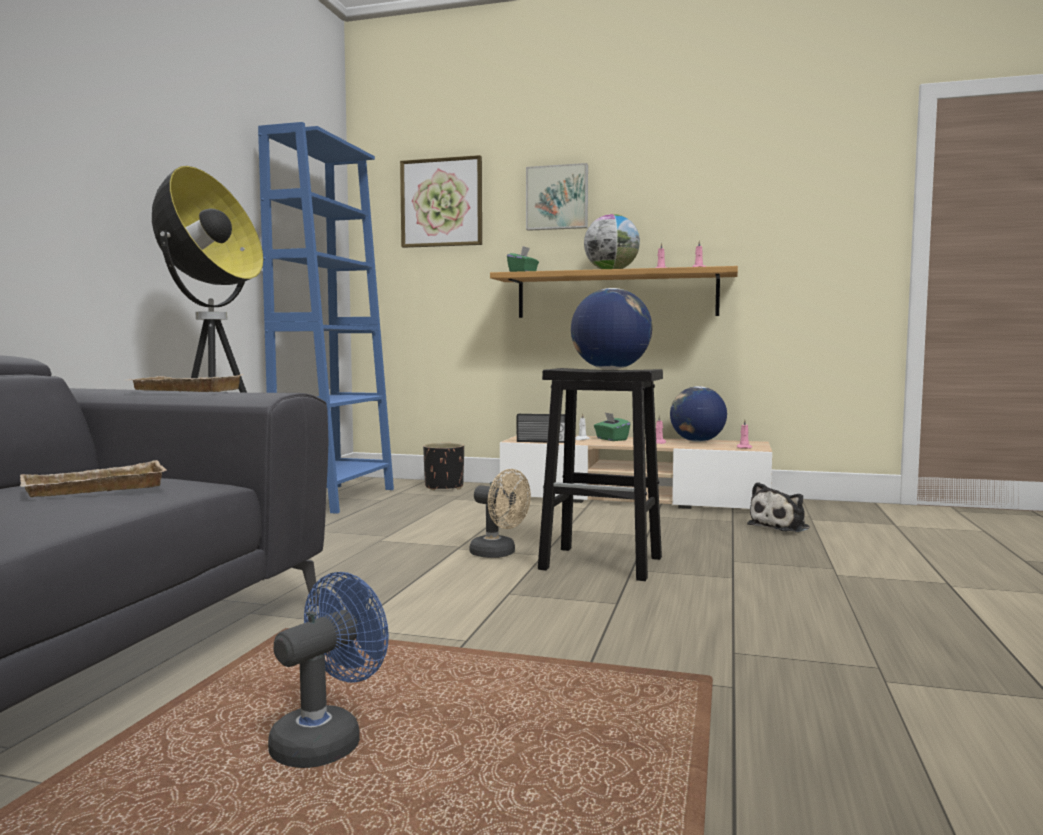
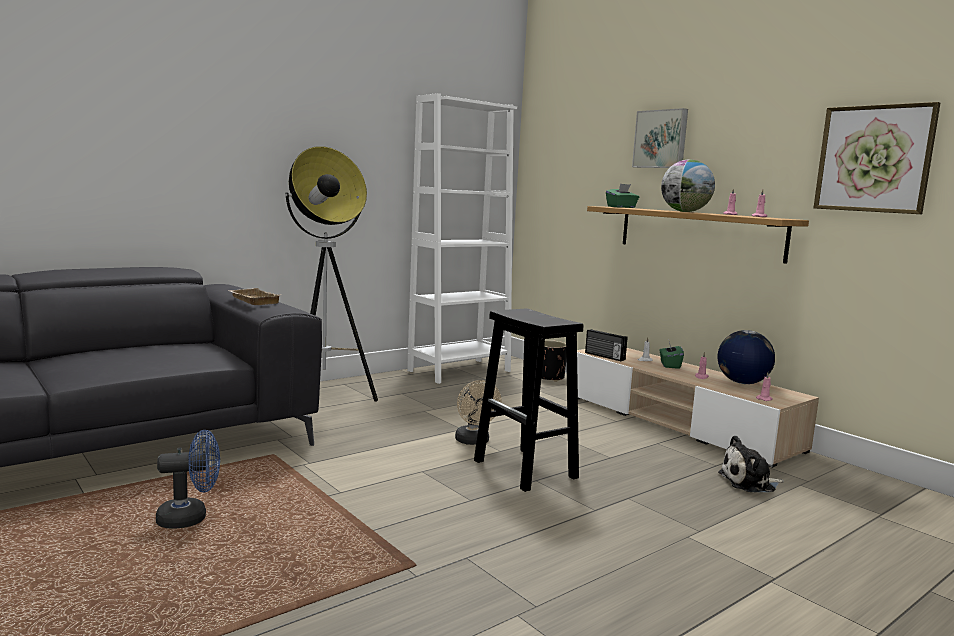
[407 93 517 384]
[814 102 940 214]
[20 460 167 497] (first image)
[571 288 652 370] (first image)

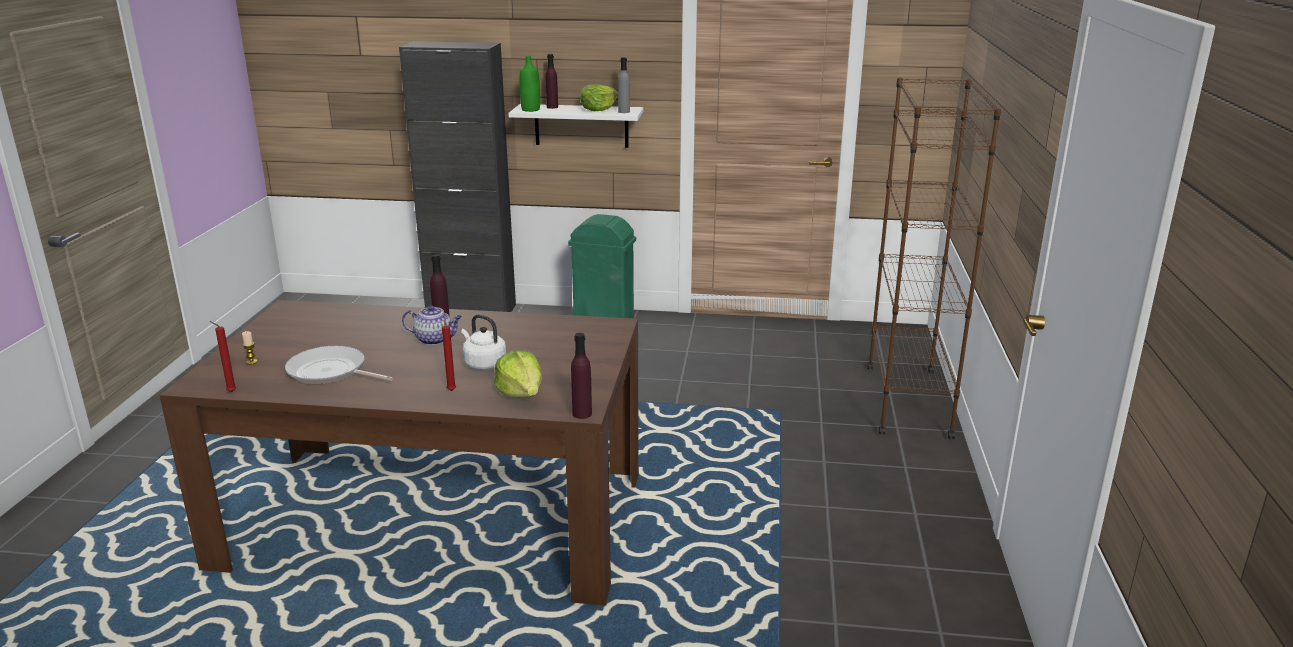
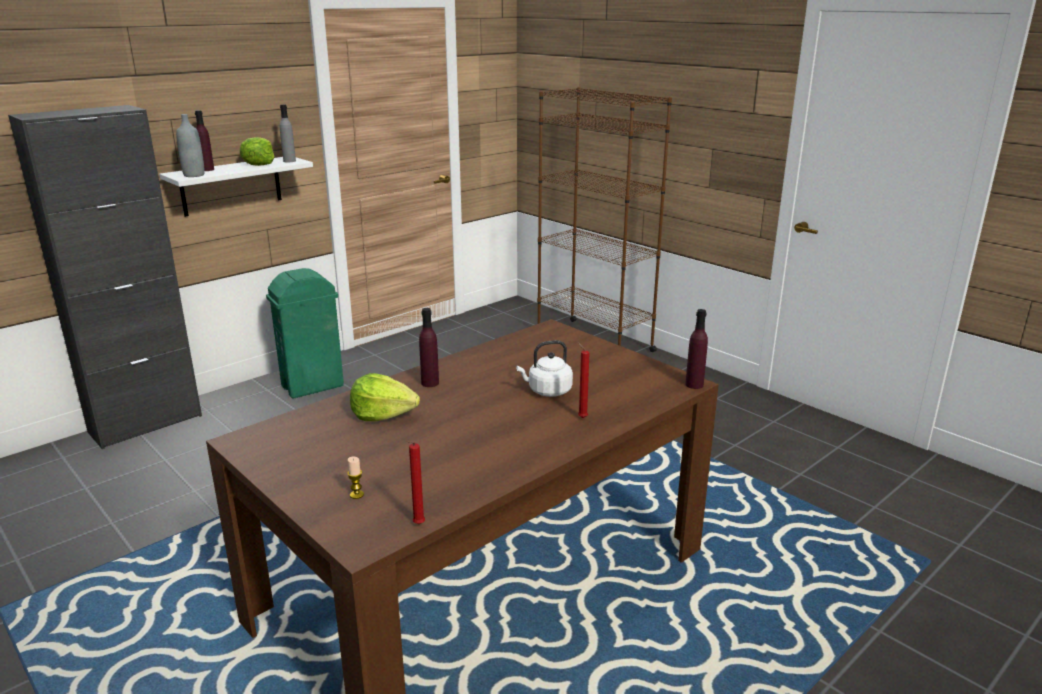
[176 114 205 177]
[350 373 420 421]
[285 346 393 384] (first image)
[402 305 462 345] (first image)

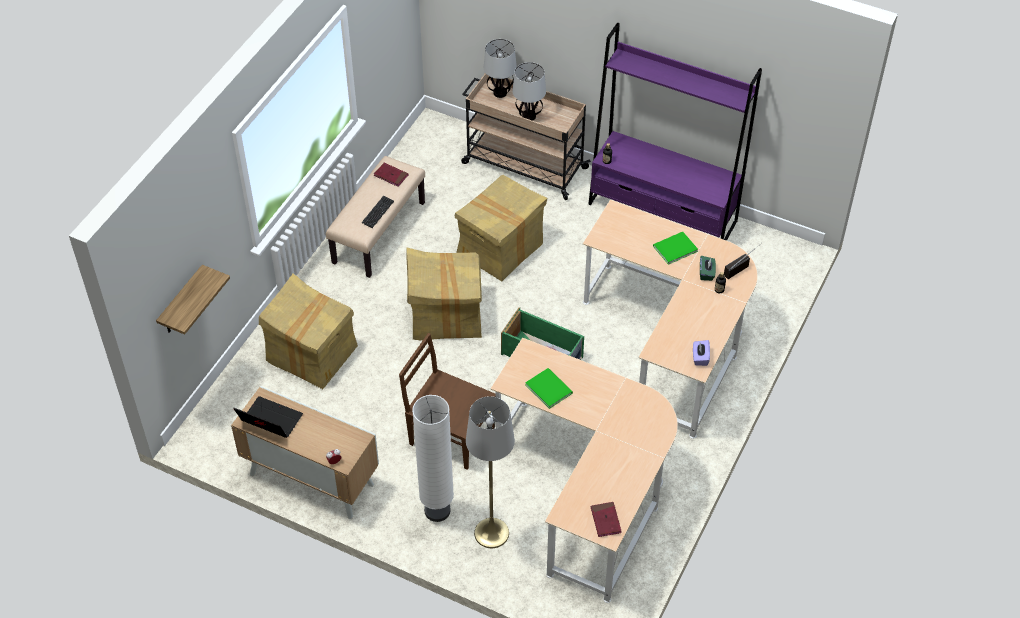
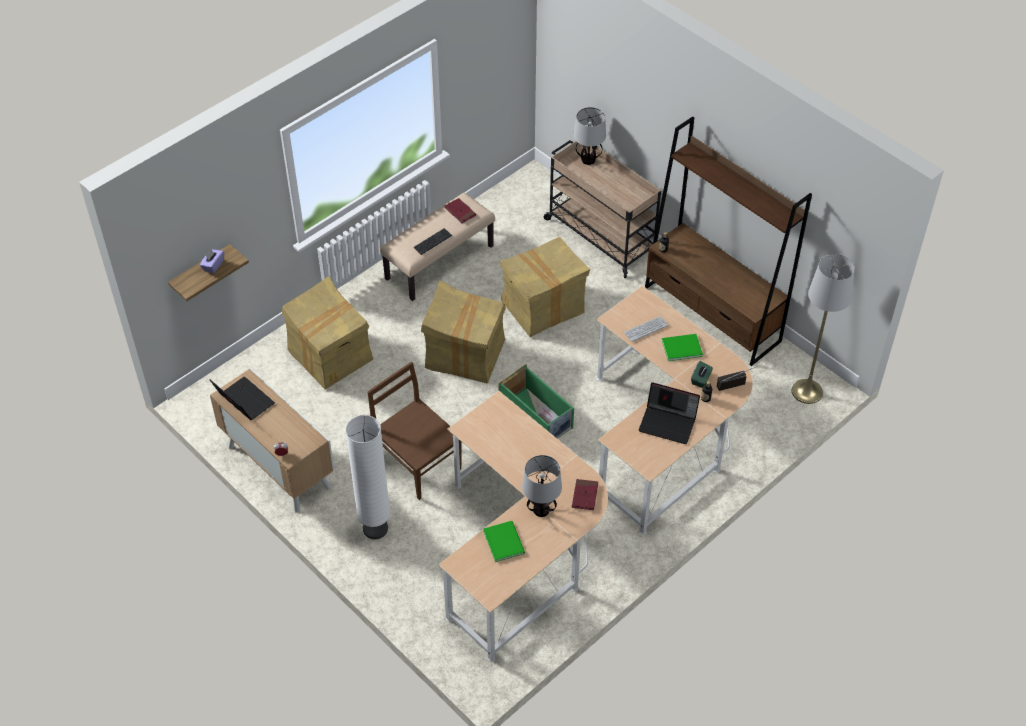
[200 249 224 274]
[483 521 525 562]
[522 455 562 517]
[572 479 598 510]
[624 316 668 342]
[639 382 700 444]
[645 117 812 366]
[792 254 855 404]

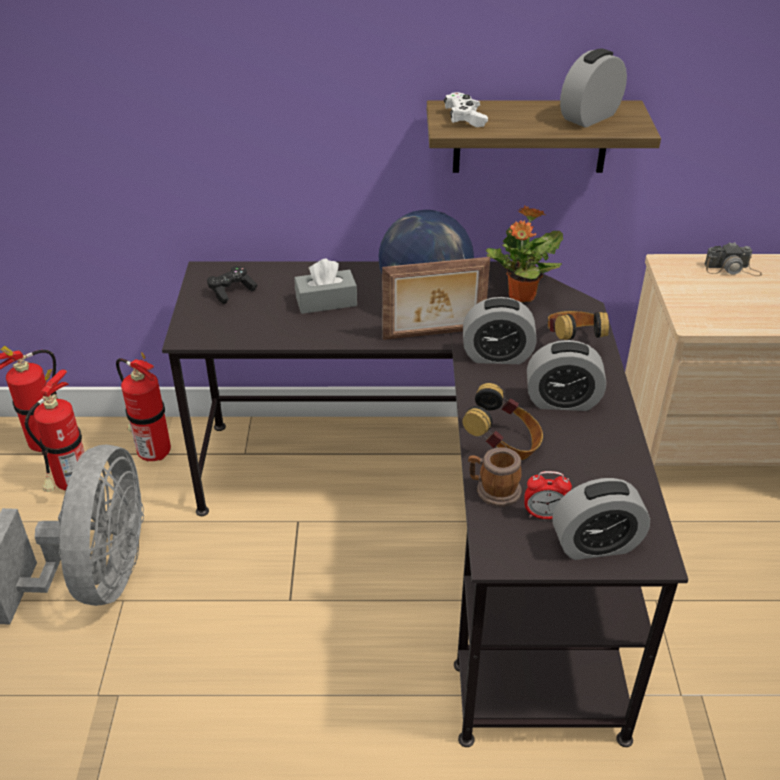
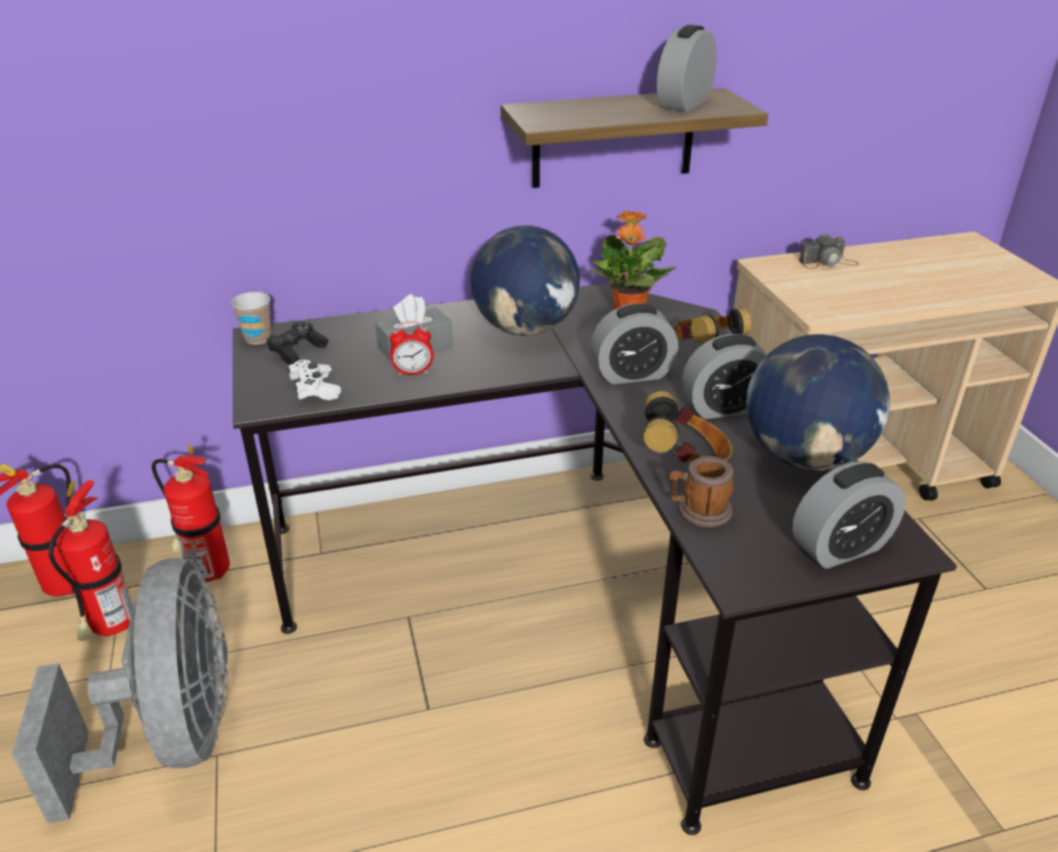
[231 292 271 345]
[287 360 341 400]
[389 322 433 376]
[746 334 890 471]
[382 257 490 340] (first image)

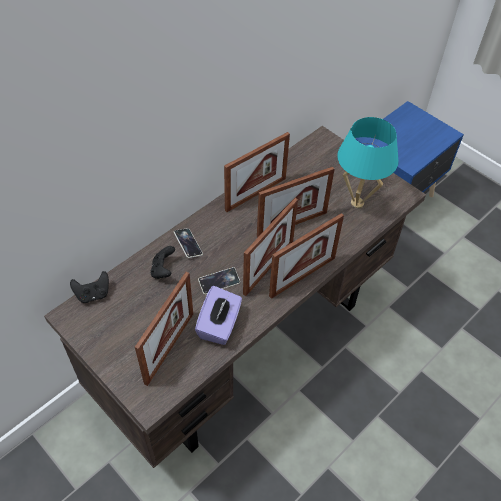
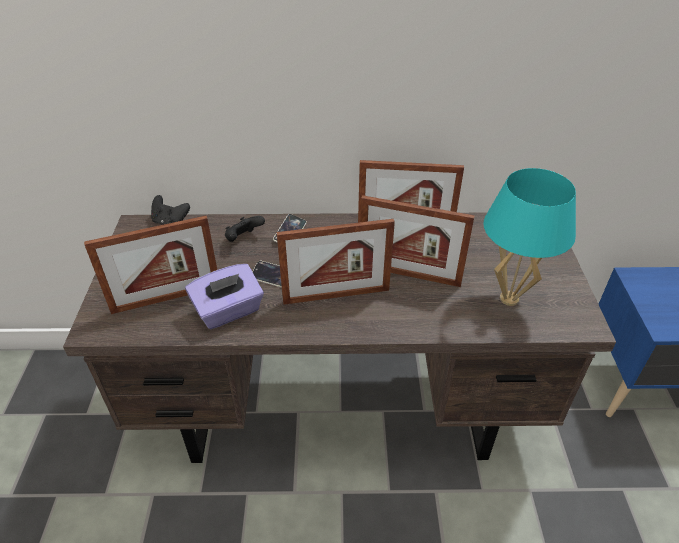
[269 213 344 299] (first image)

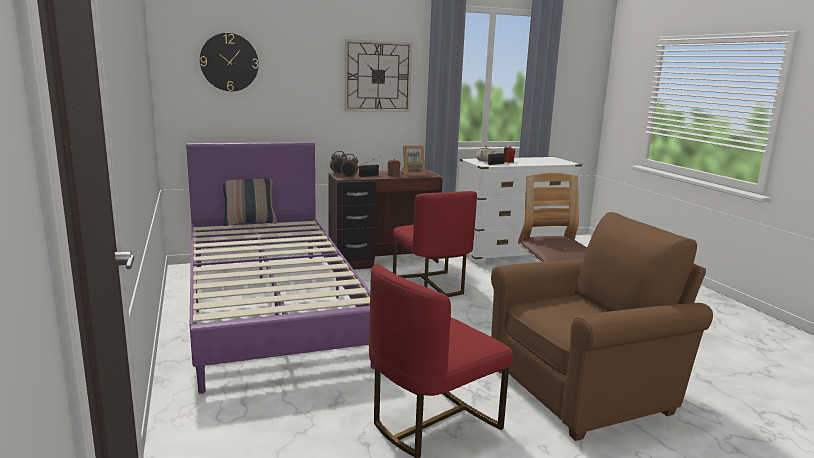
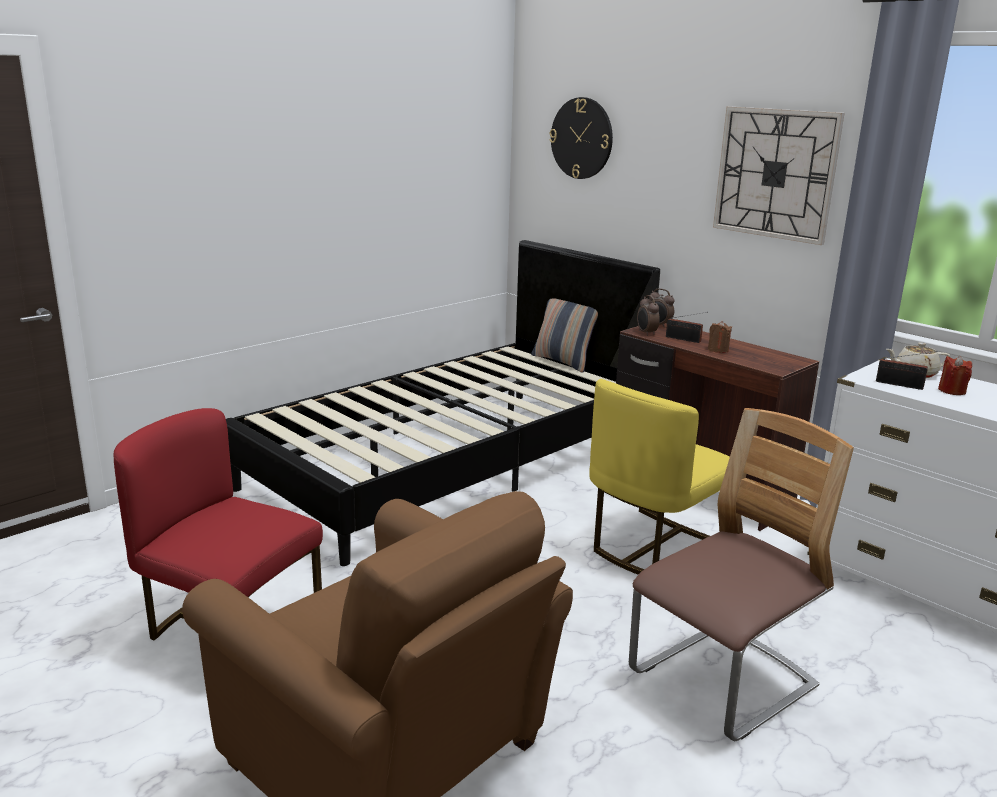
[226 240 660 566]
[589 379 730 575]
[401 146 426 176] (first image)

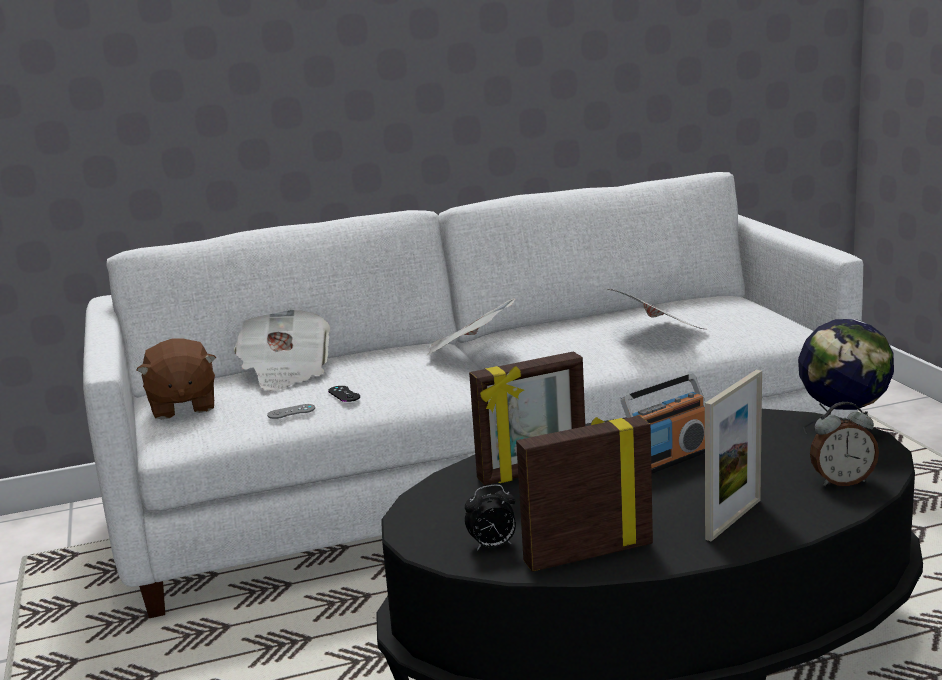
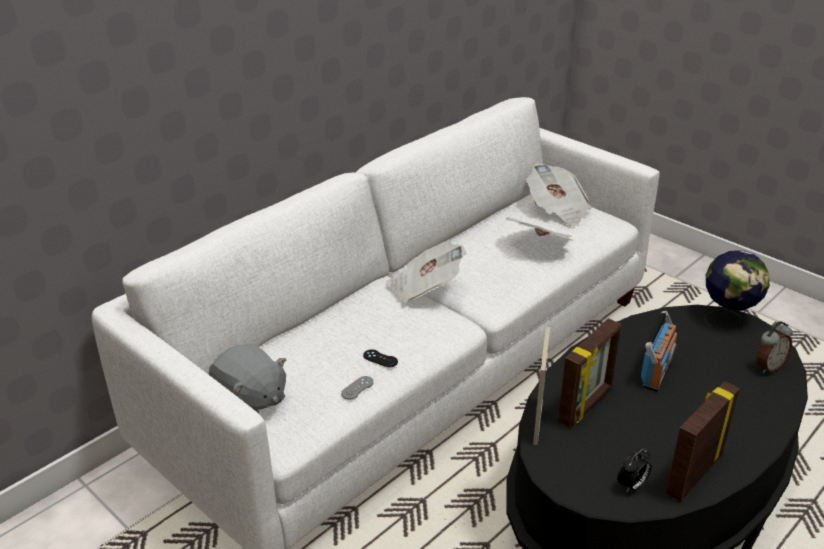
[209 343 287 413]
[526 163 592 226]
[533 327 550 445]

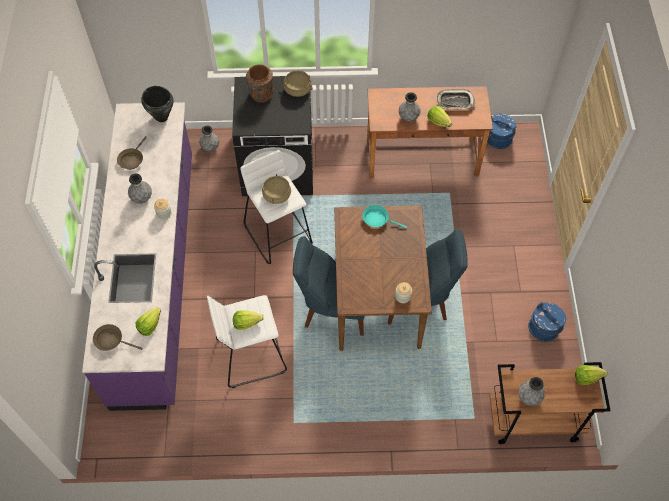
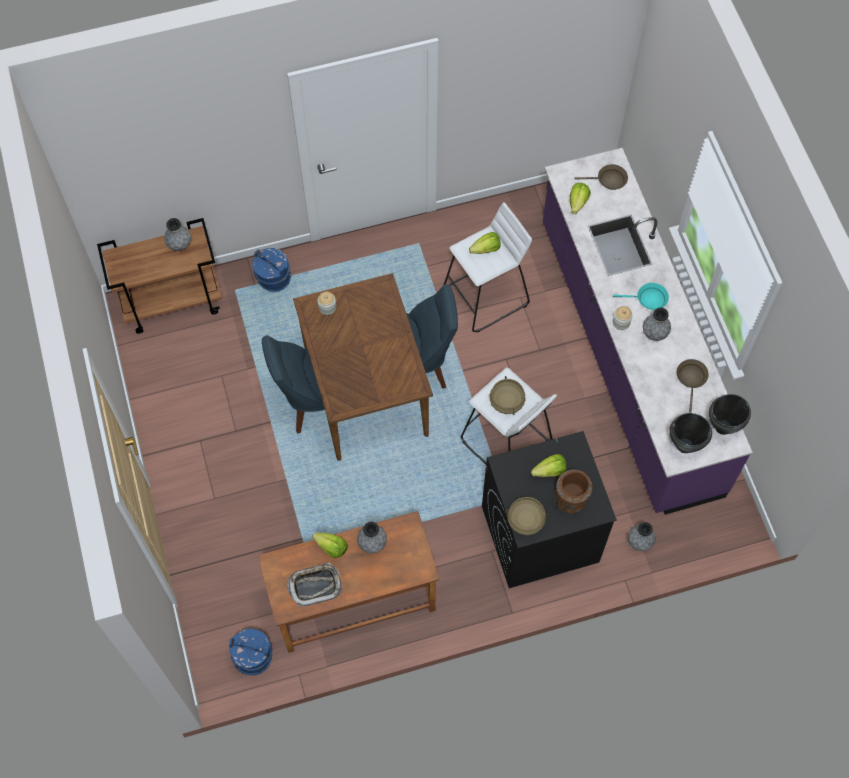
[252 248 291 292]
[531 454 566 477]
[613 283 669 310]
[709 394 751 435]

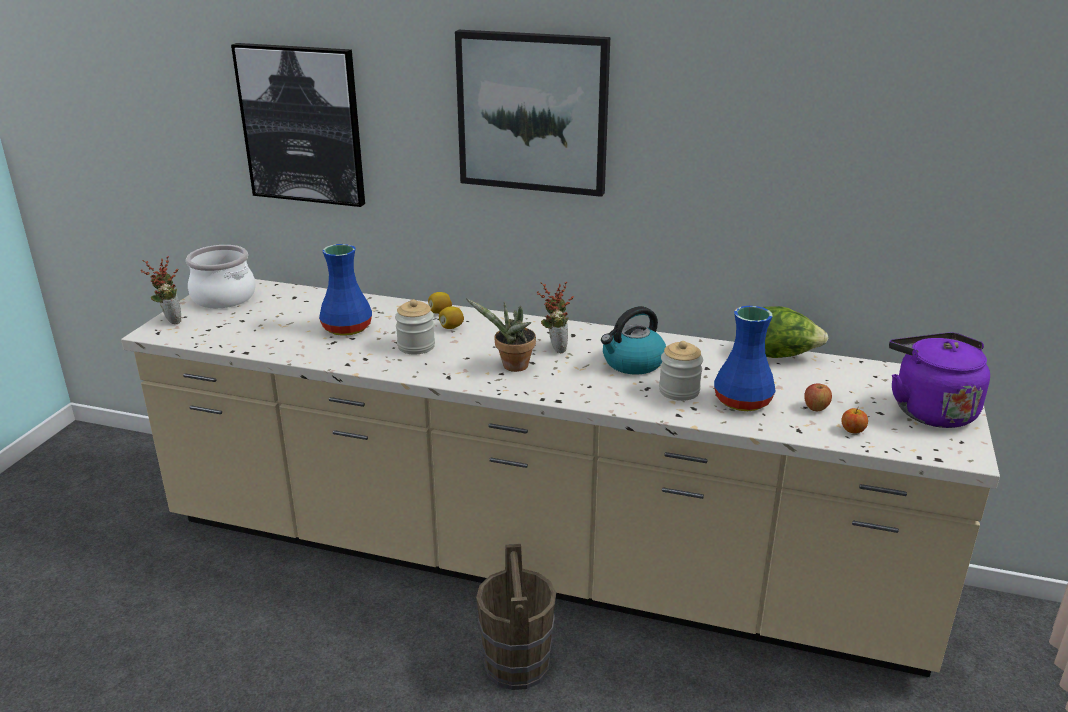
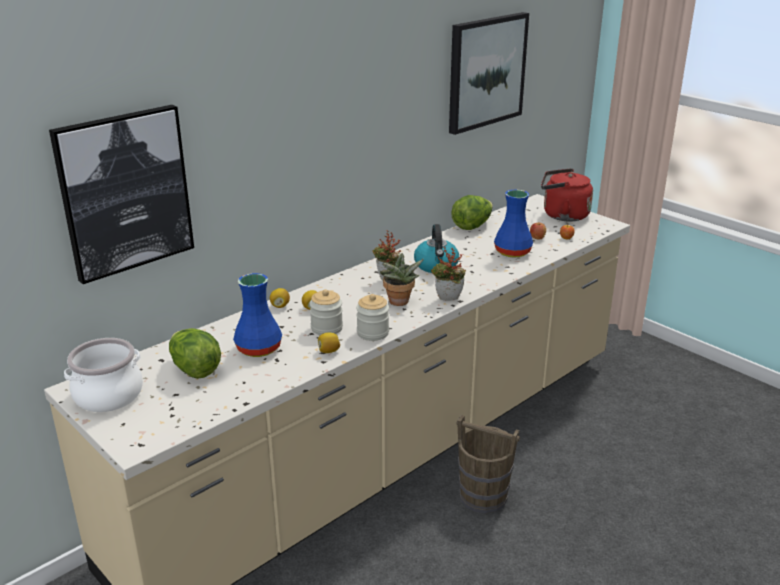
[169 328 221 379]
[318 332 340 353]
[356 294 389 341]
[431 247 466 301]
[449 12 529 135]
[541 168 593 222]

